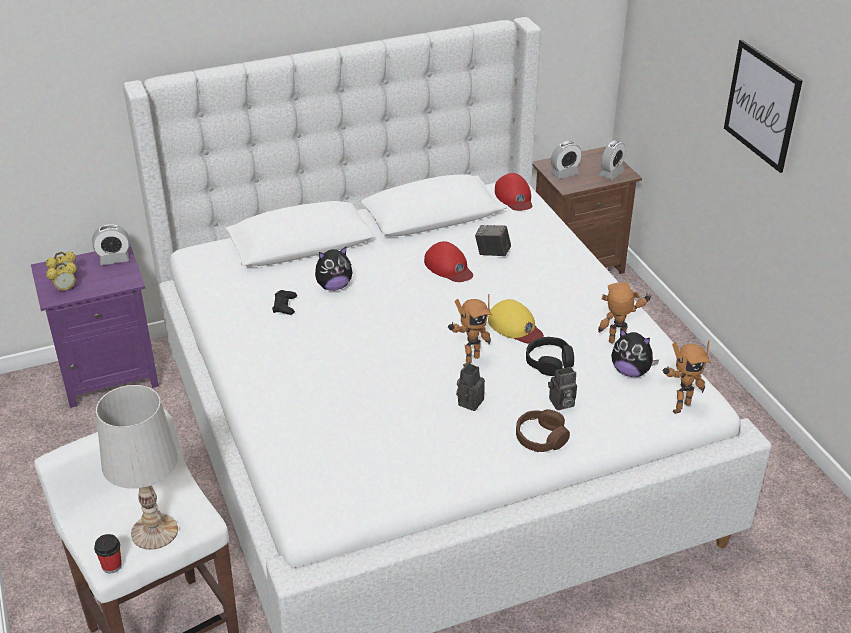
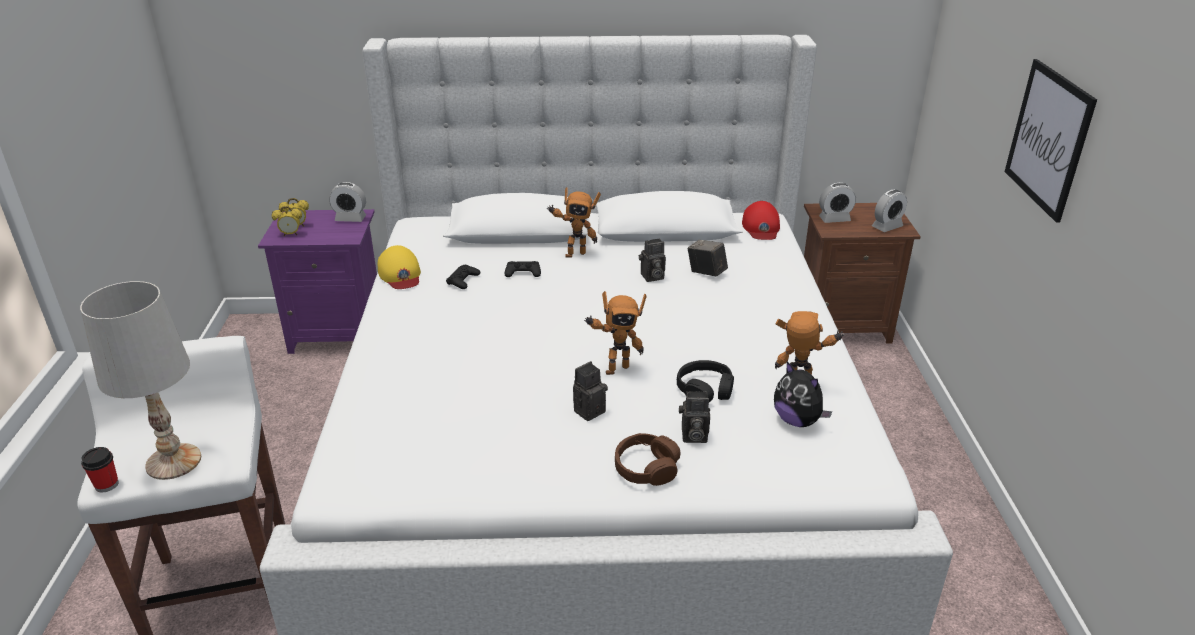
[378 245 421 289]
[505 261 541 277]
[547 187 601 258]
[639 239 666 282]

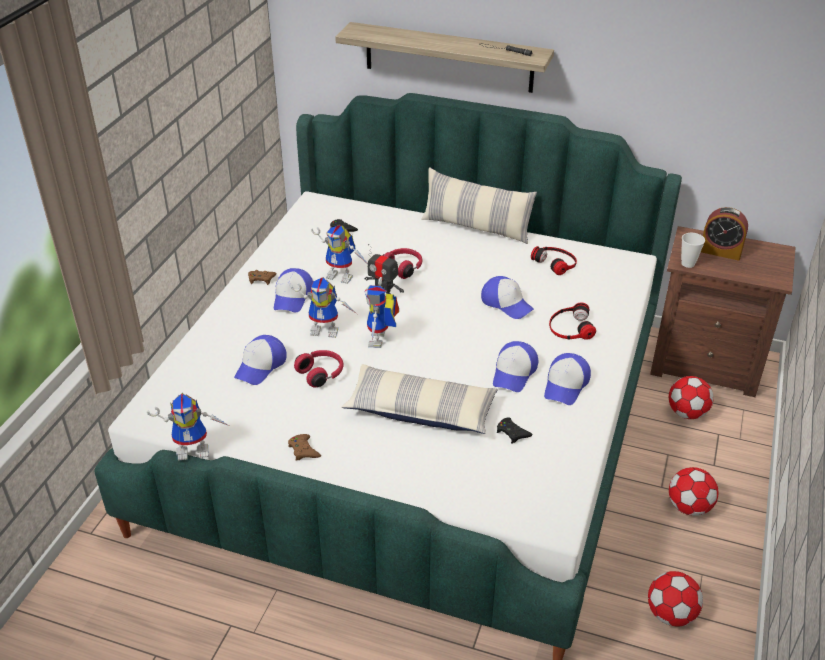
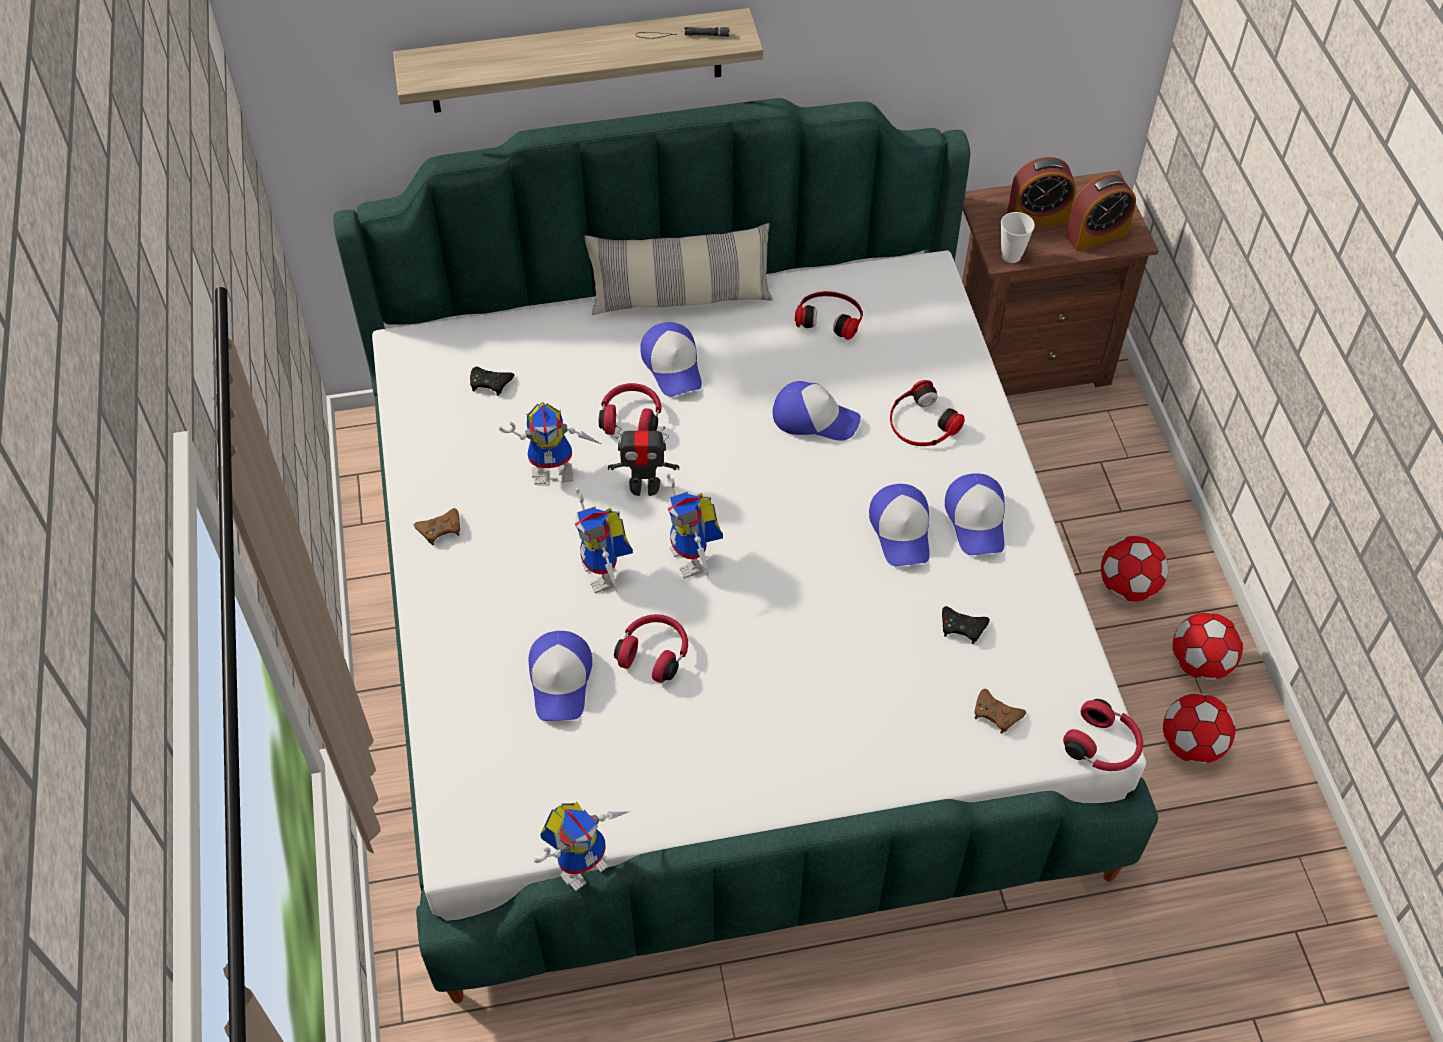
[575 488 633 595]
[640 322 702 397]
[974 689 1026 734]
[1063 699 1143 771]
[1065 174 1136 251]
[1172 612 1243 680]
[342 364 498 434] (first image)

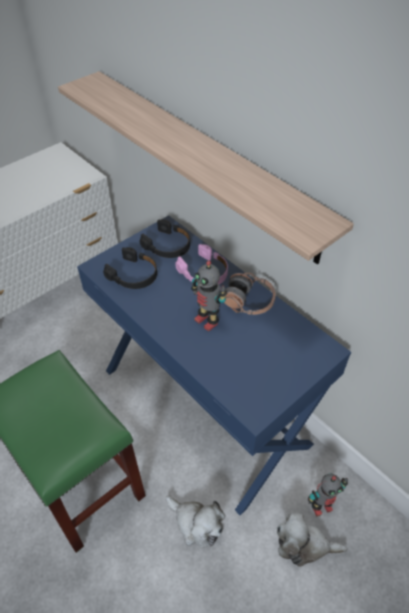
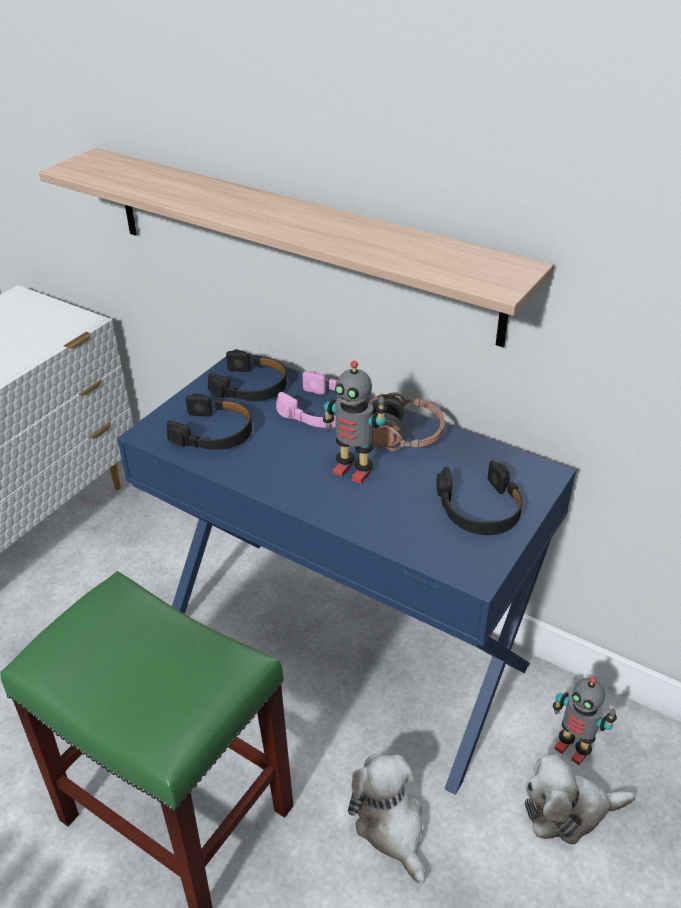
[348 754 425 885]
[437 460 523 535]
[553 677 617 765]

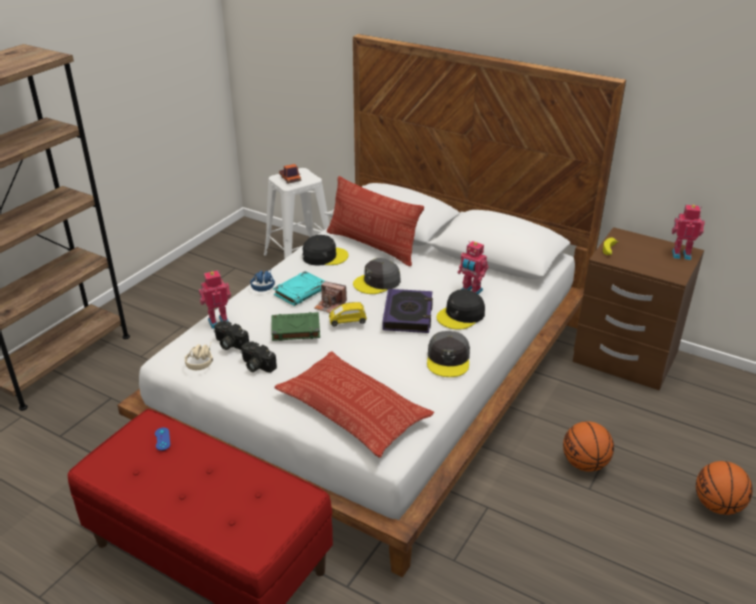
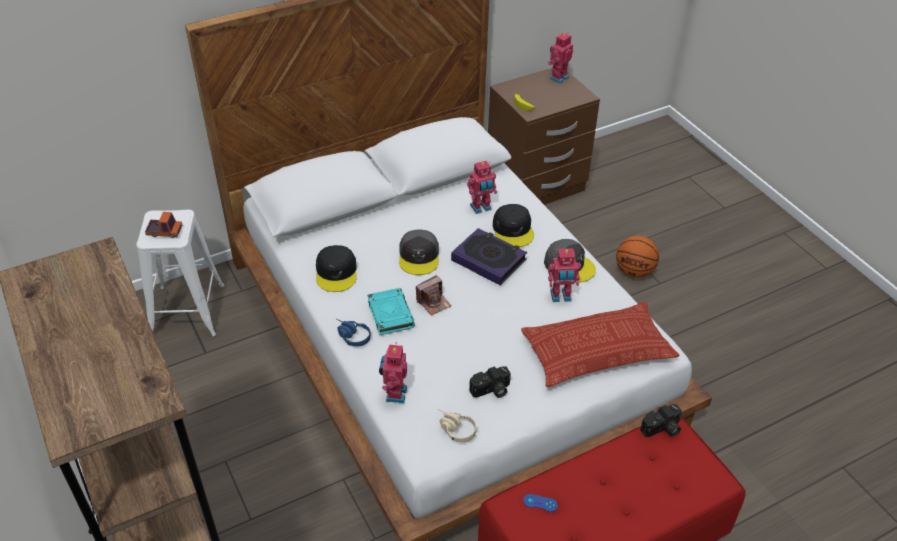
[316 245 357 292]
[548 248 581 302]
[640 404 682 437]
[271 312 320 341] (first image)
[327 176 424 266] (first image)
[329 302 367 327] (first image)
[696 461 753 515] (first image)

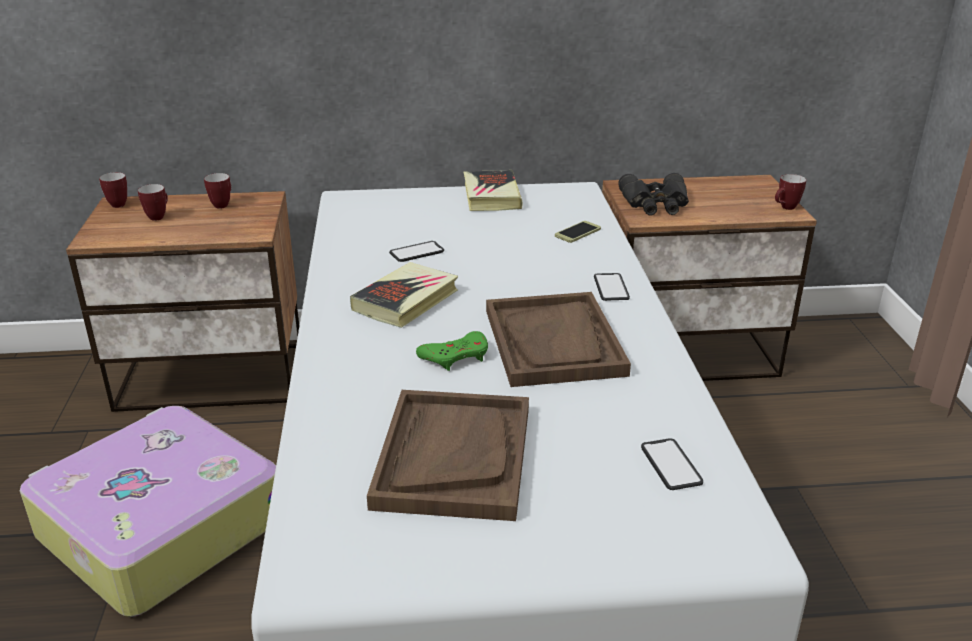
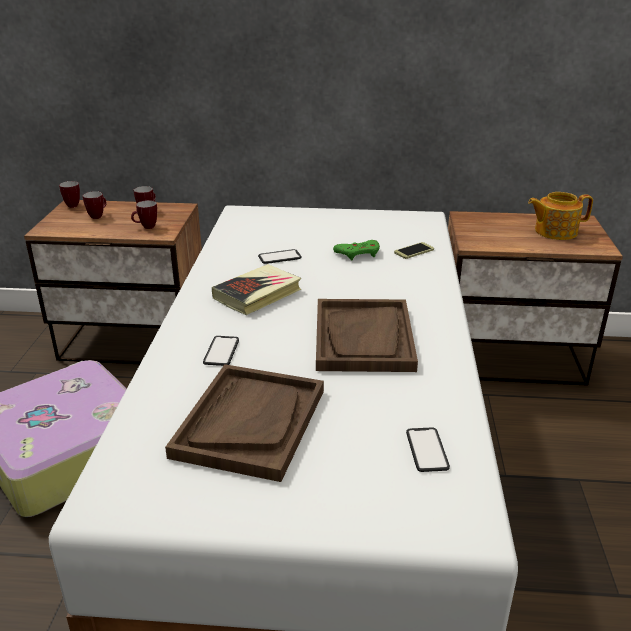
[131 200 157 229]
[203 336 239 366]
[333 240 380 260]
[528 192 593 240]
[463 170 523 211] (first image)
[618 173 689 216] (first image)

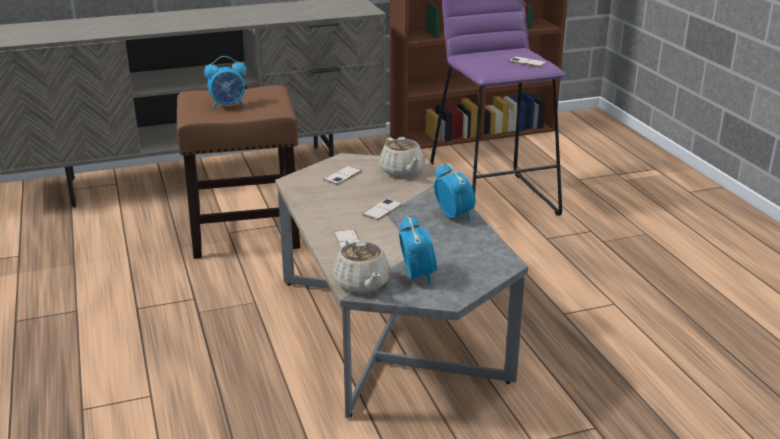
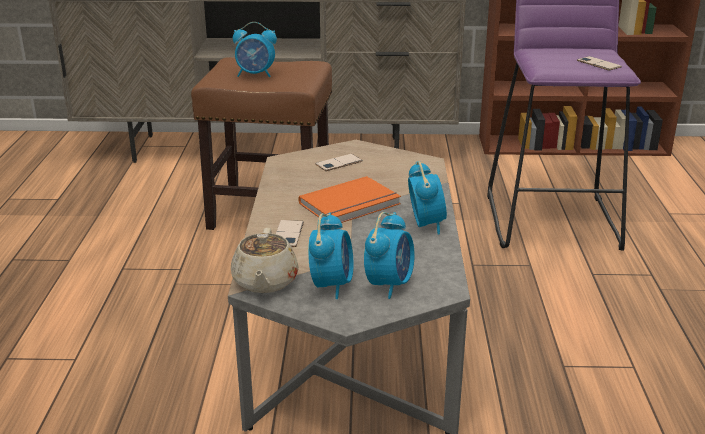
[299 176 401 223]
[364 212 415 299]
[379 137 425 177] (first image)

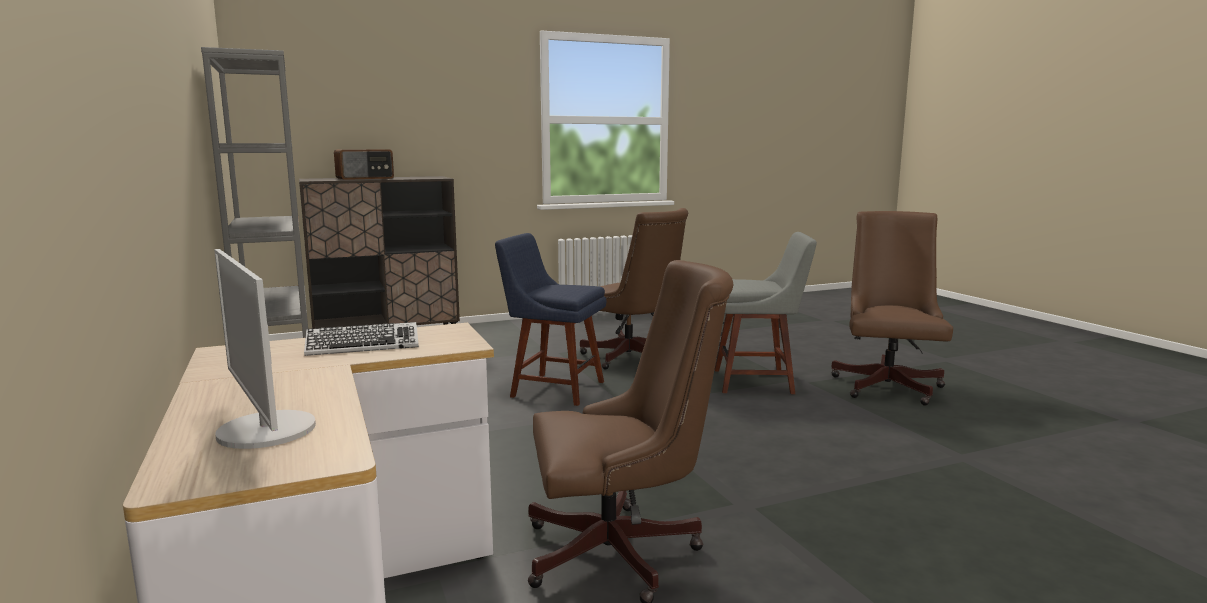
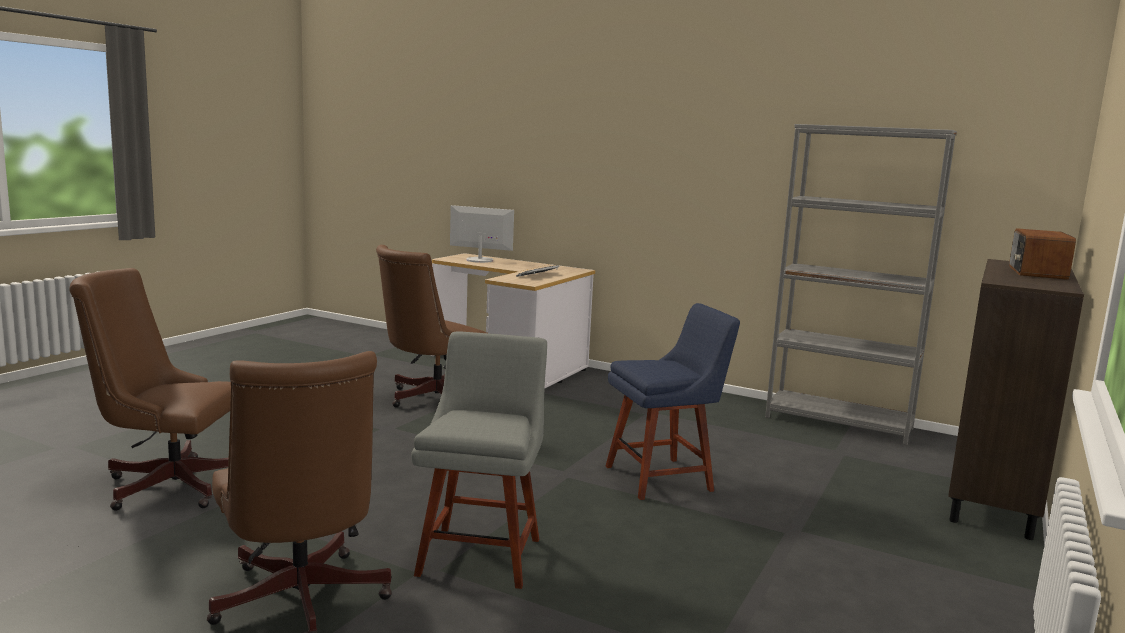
[69 268 231 511]
[411 331 547 589]

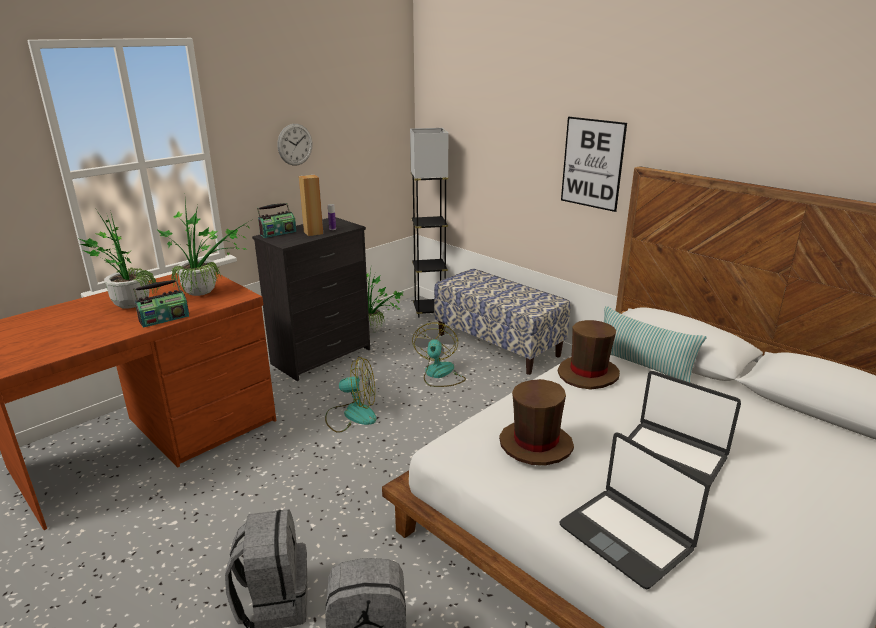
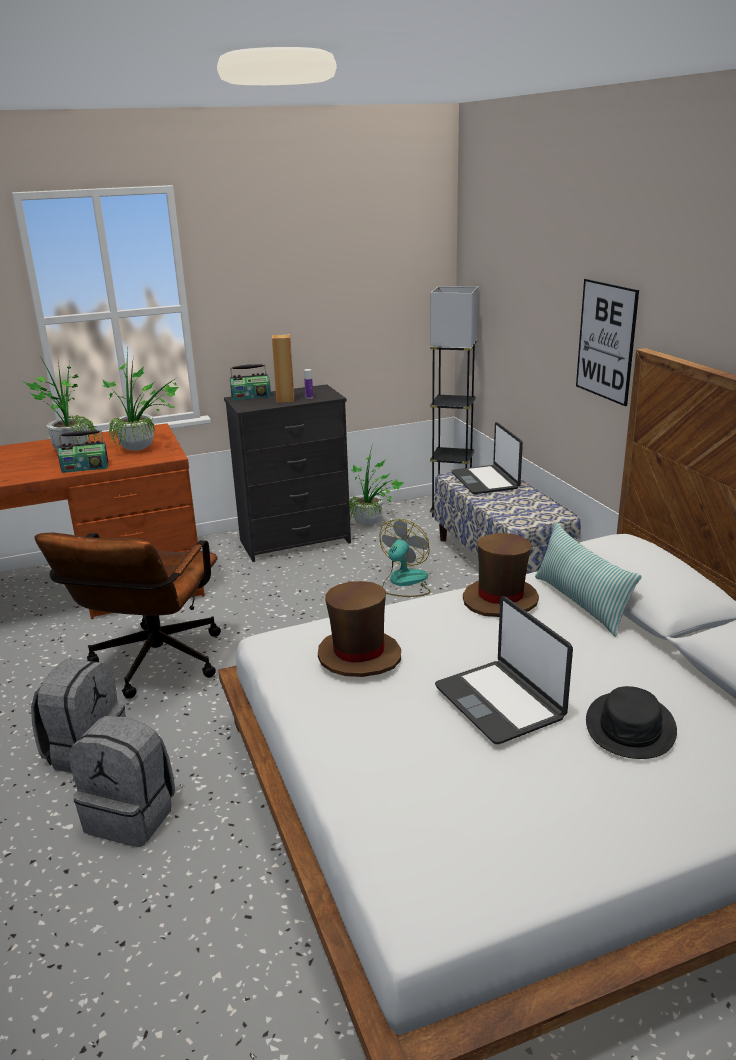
[34 533 221 699]
[451 422 523 494]
[586 686 677 759]
[277 124 312 166] (first image)
[325 357 376 433] (first image)

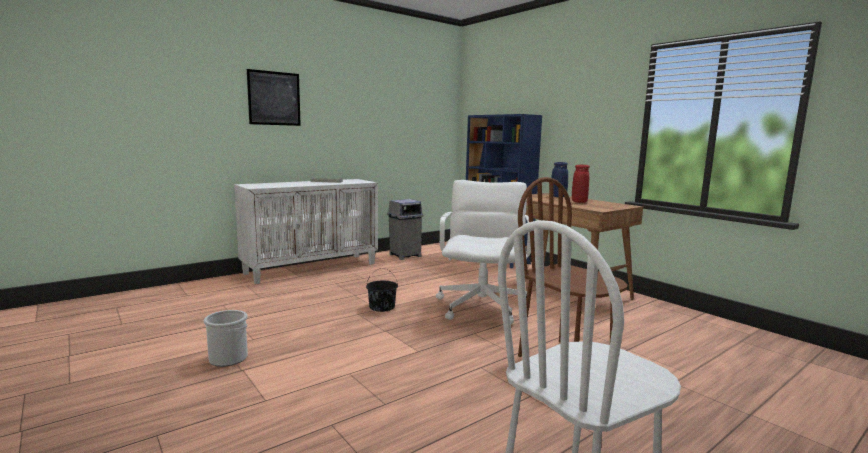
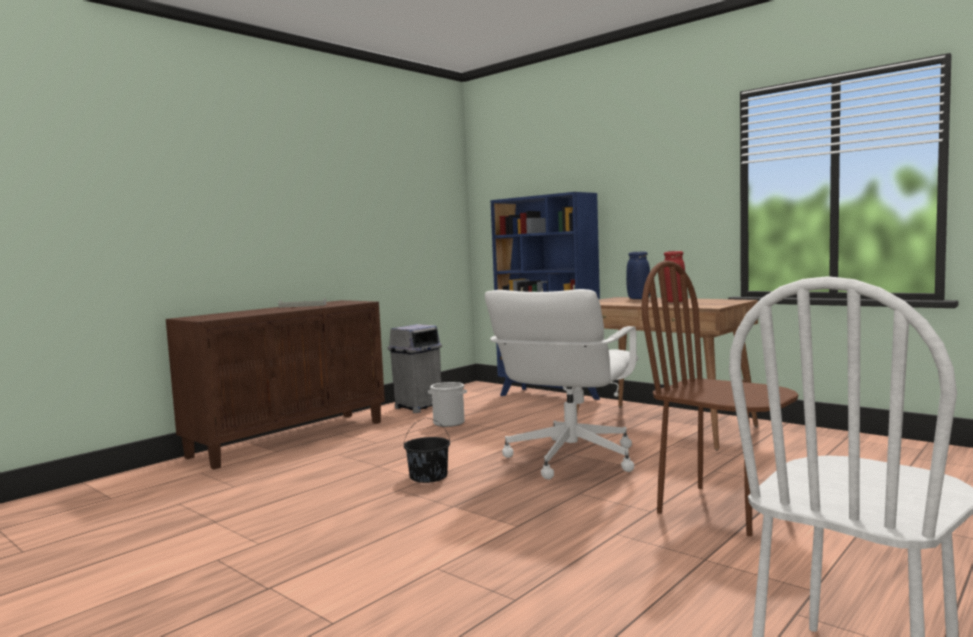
[166 300 385 469]
[428 382 467 427]
[485 289 638 479]
[247 69 301 126] (first image)

